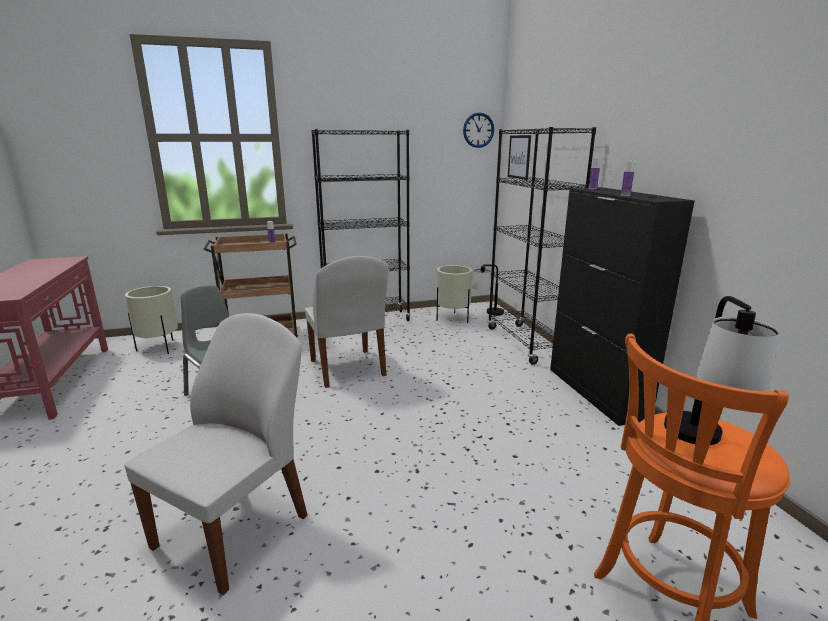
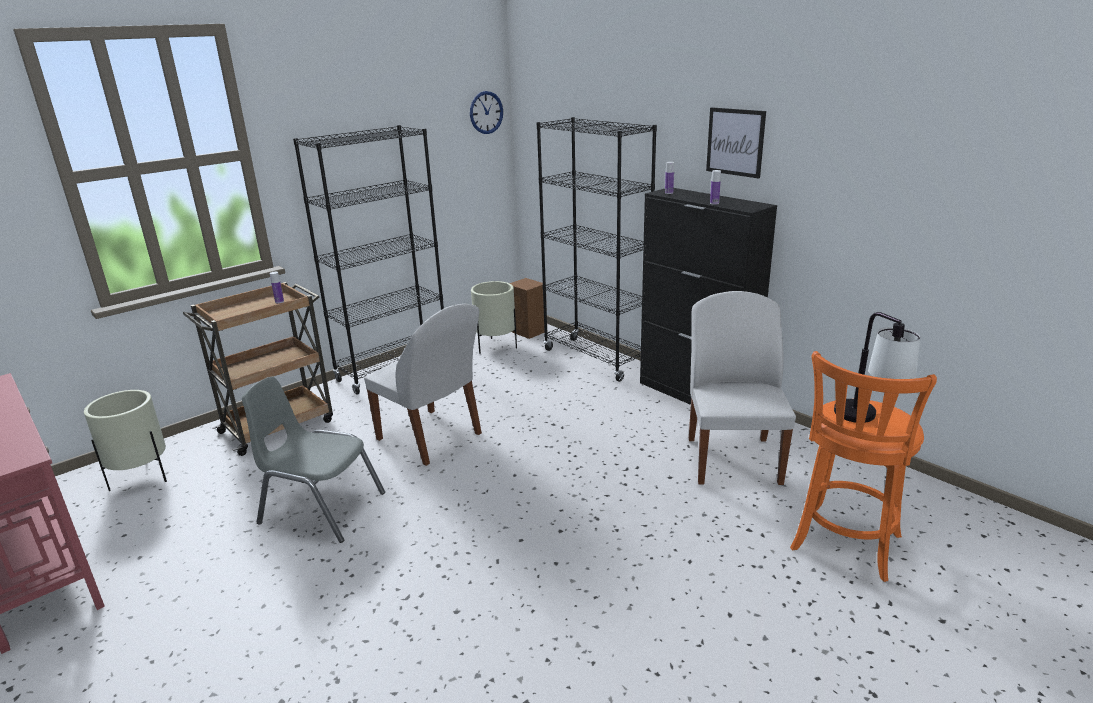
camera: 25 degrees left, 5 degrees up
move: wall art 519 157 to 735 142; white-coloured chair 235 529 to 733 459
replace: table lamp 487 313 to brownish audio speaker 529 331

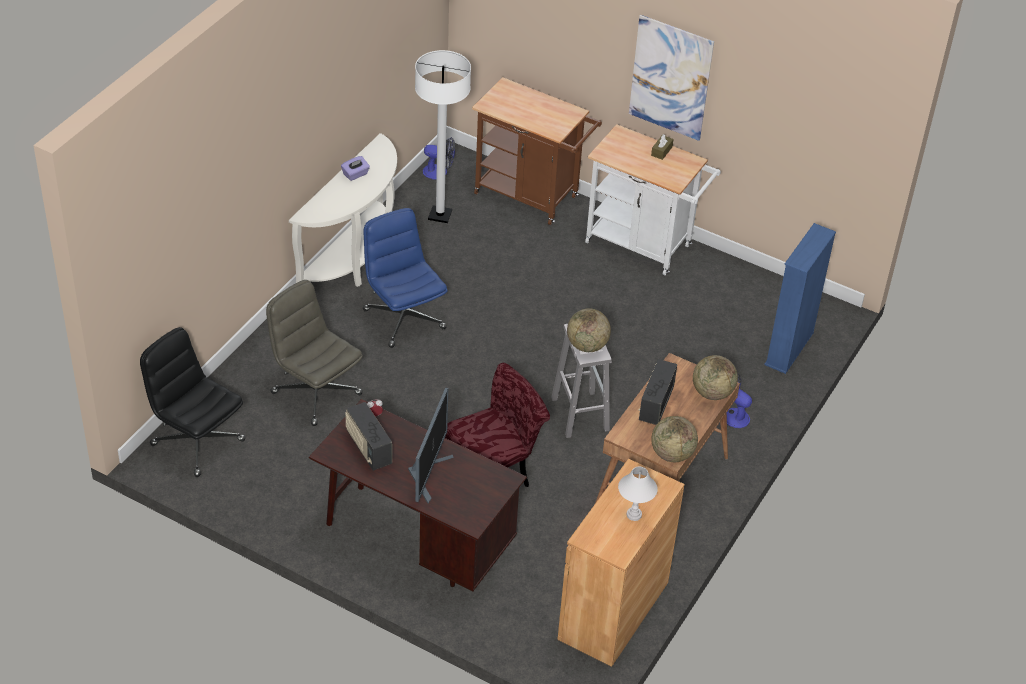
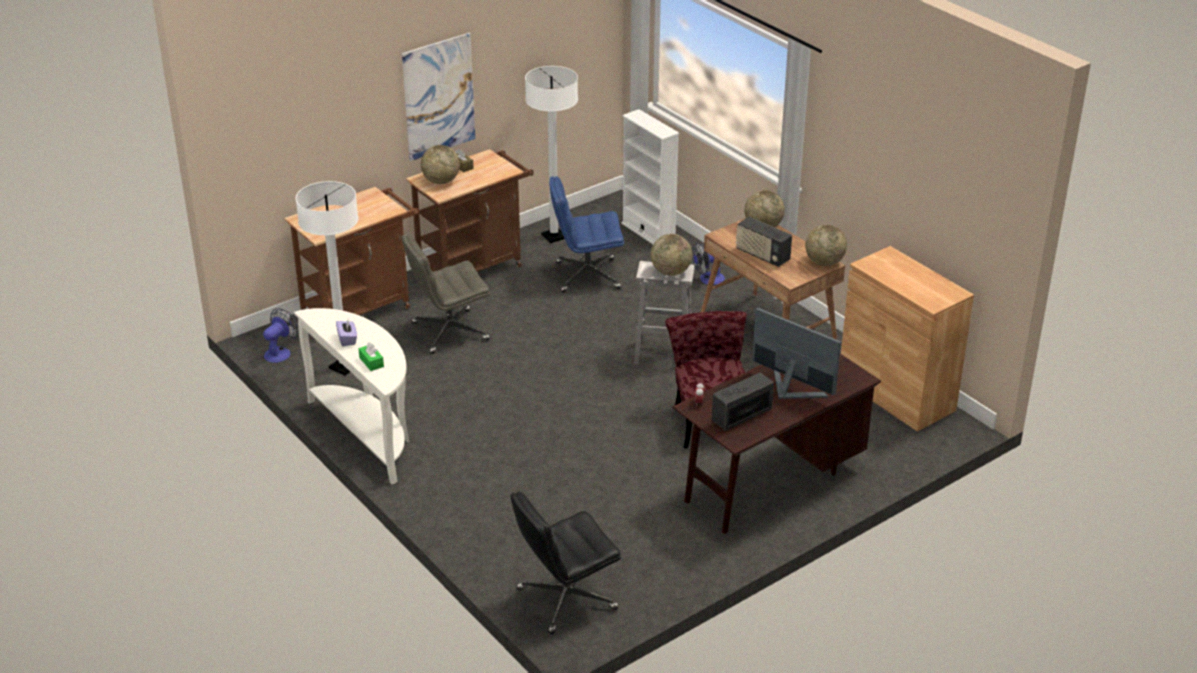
camera: 65 degrees left, 10 degrees down
delete: white-coloured table lamp 634 515
insert: white-coloured standard lamp 554 236; world globe 441 181; greenish tissue holder 371 362
move: blue desk chair 403 318 to 586 276; greyish desk chair 315 393 to 449 332
recolor: white-coloured trolley 644 246 to brownish trolley 475 267; blue bookshelf 789 349 to white-coloured bookshelf 648 233
rotate: radio 368 448 = 741 415 150 degrees clockwise

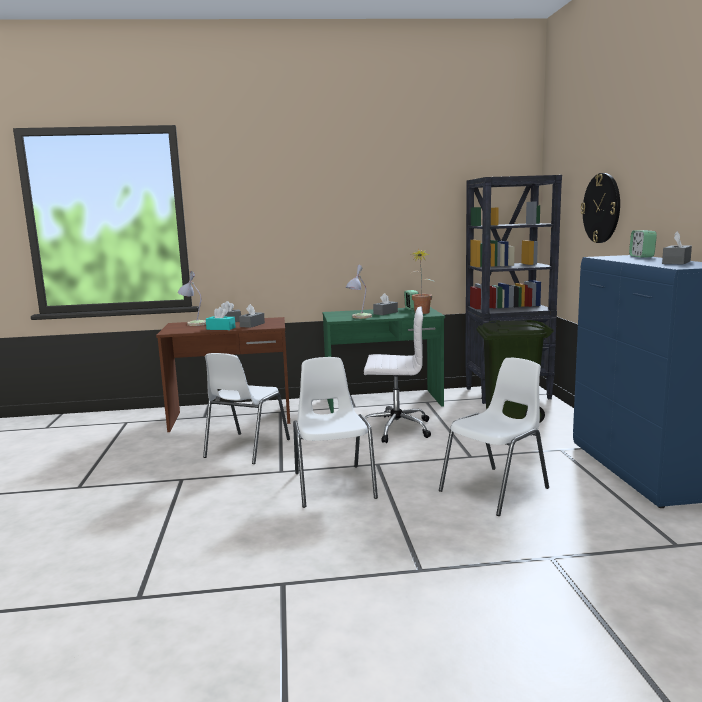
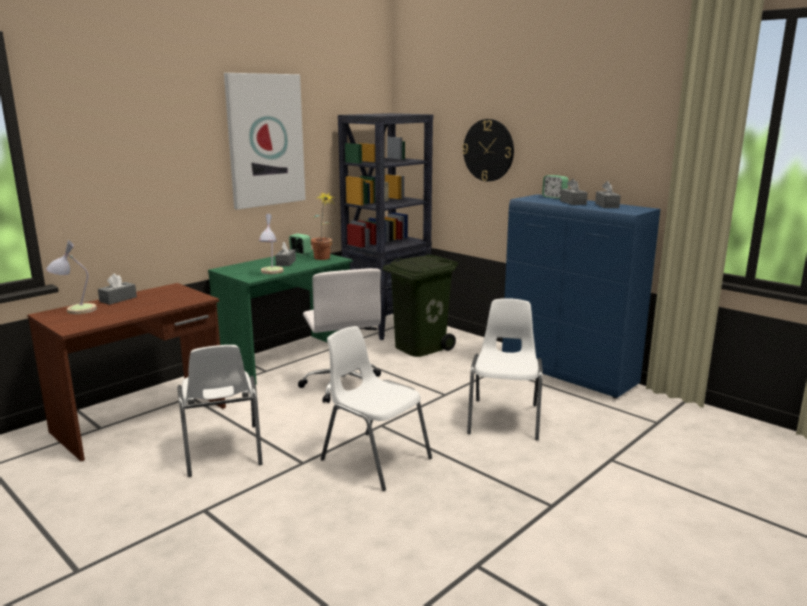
camera: 40 degrees left, 5 degrees up
delete: turquoise tissue holder 221 328
insert: wall art 265 140
move: greyish tissue holder 252 325 to 573 202
rotate: white-coloured desk chair 395 429 = 343 385 105 degrees clockwise

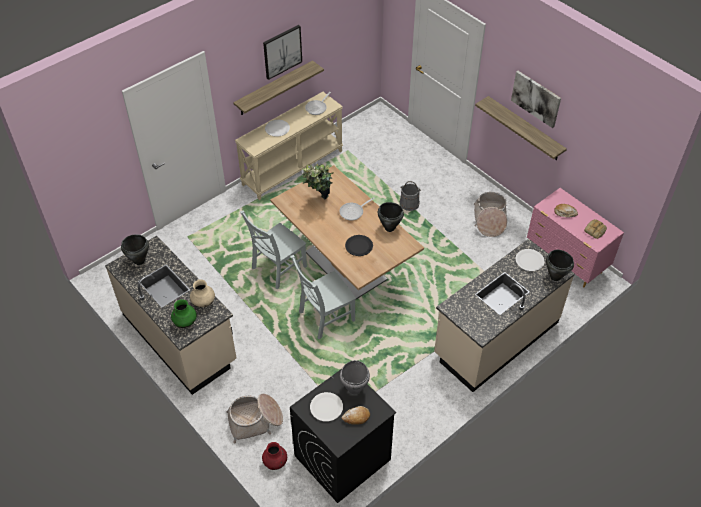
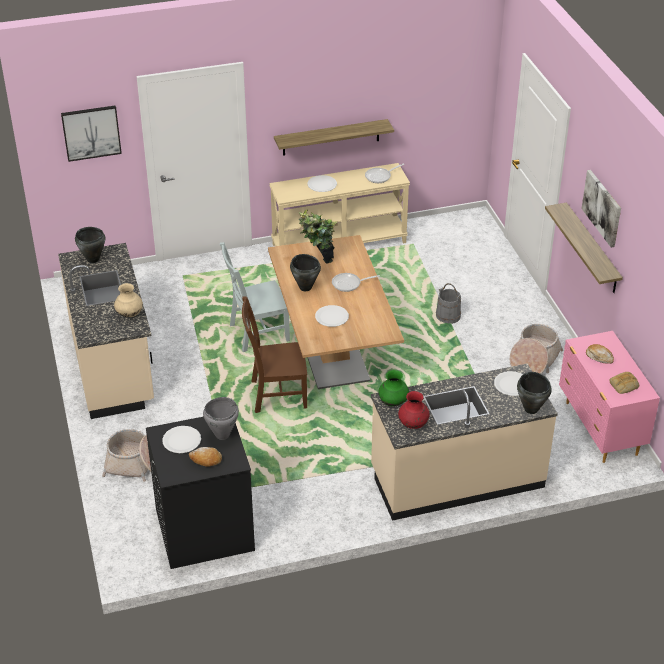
camera: 25 degrees right, 10 degrees down
move: wall art 282 51 to 91 132; black-coloured stockpot 389 228 to 305 287; greenish vase 185 322 to 393 402; red-coloured vase 275 462 to 413 424
recolor: black-coloured plate 359 246 to white-coloured plate 331 317; greyish chair 324 317 to brownish chair 275 394

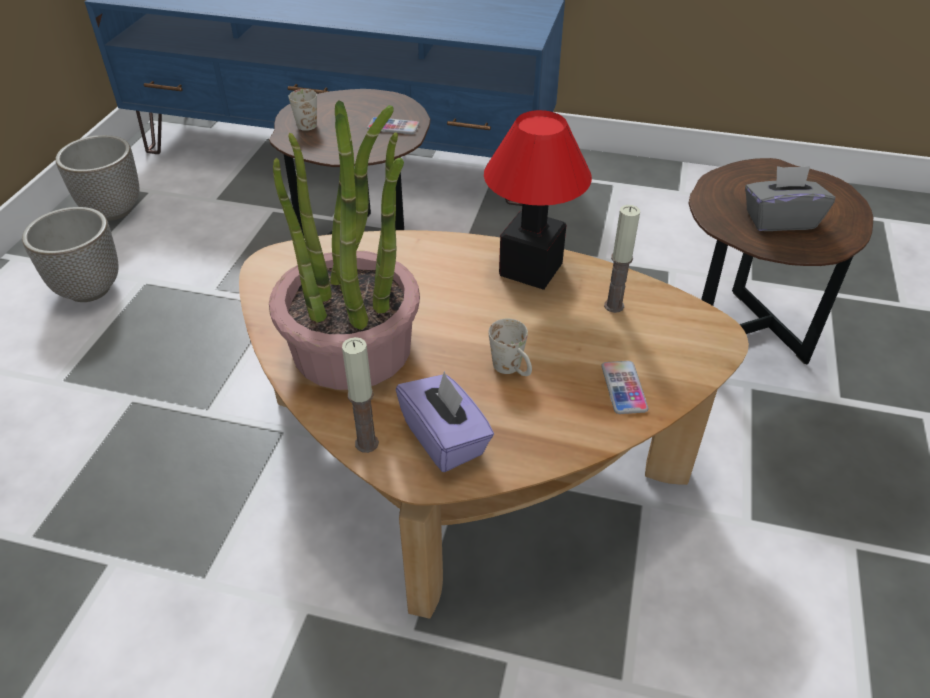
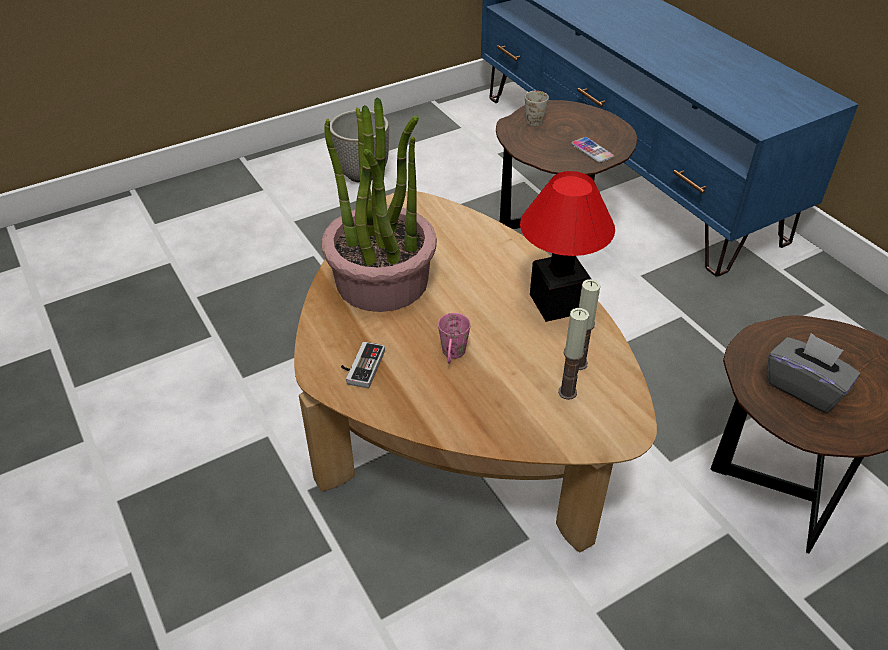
camera: 45 degrees right, 0 degrees up
delete: flower pot 114 210; handset 623 388
move: wax light 366 443 to 567 392
replace: purplish tissue holder 445 439 to gamepad 360 366
recolor: white-coloured coffee mug 512 370 to pinkish coffee mug 453 356

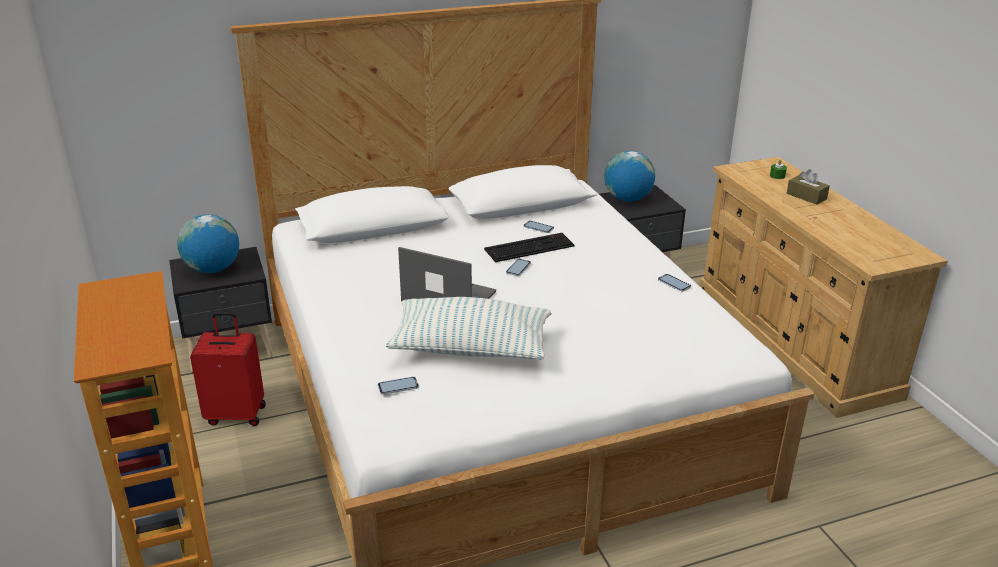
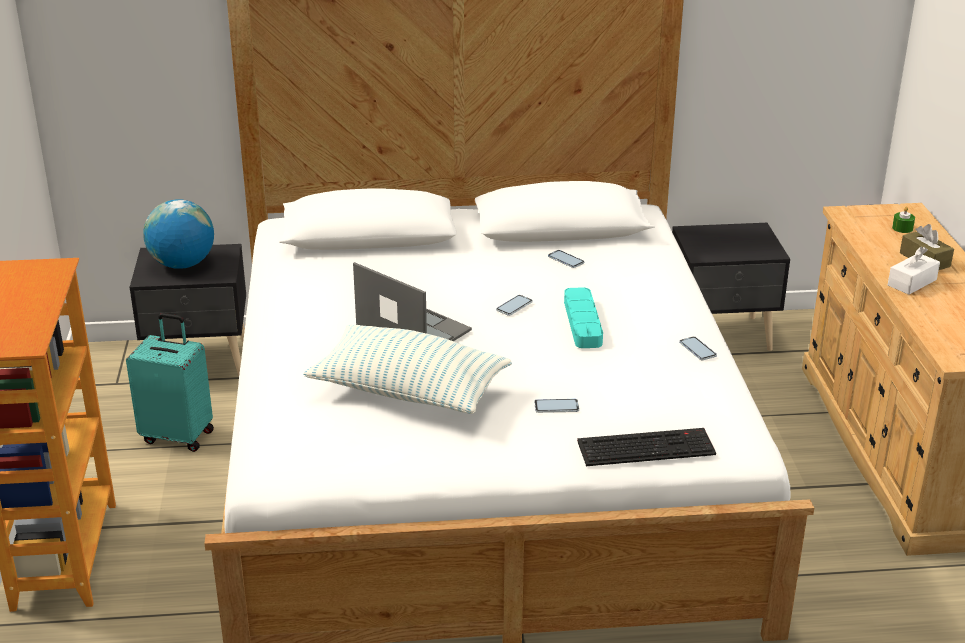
camera: 15 degrees right, 0 degrees up
delete: world globe 627 199
insert: white-coloured tissue holder 912 282; turquoise serving tray 582 322
move: PC keyboard 529 247 to 647 447; handset 398 386 to 556 407
recolor: red-coloured piece of luggage 236 414 to turquoise piece of luggage 178 435

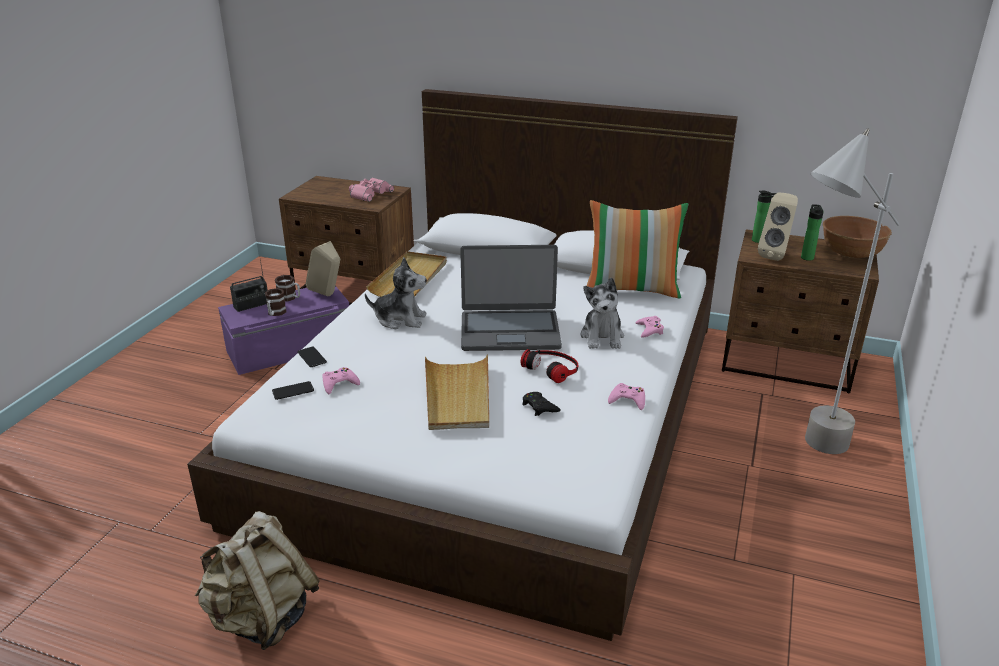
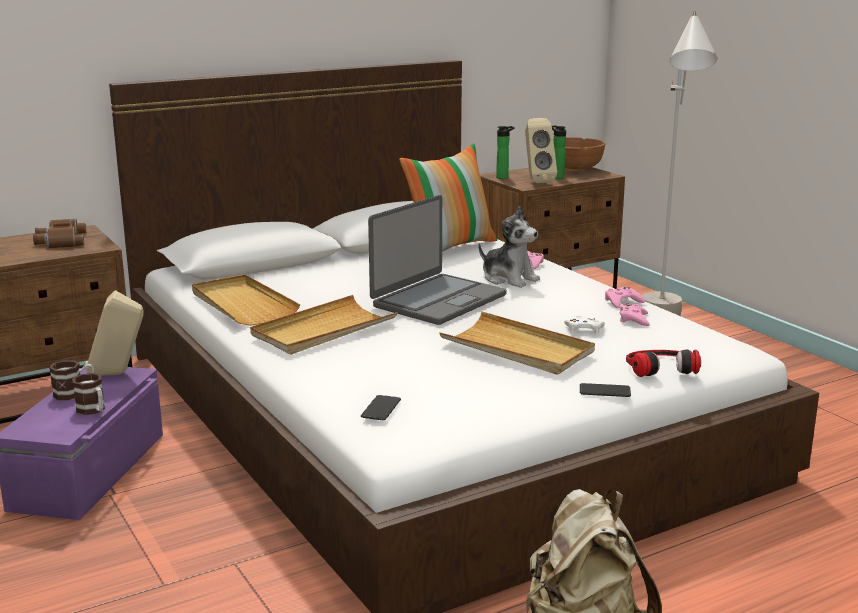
camera: 50 degrees left, 10 degrees down
delete: radio 251 305
move: handset 312 357 to 605 391; pair of headphones 552 368 to 659 367; pinkish gamepad 339 384 to 633 319
replace: plush toy 400 319 to beige serving tray 323 330
recolor: pinkish field glasses 369 193 to brownish field glasses 60 240; black-coloured gamepad 539 407 to white-coloured gamepad 584 329

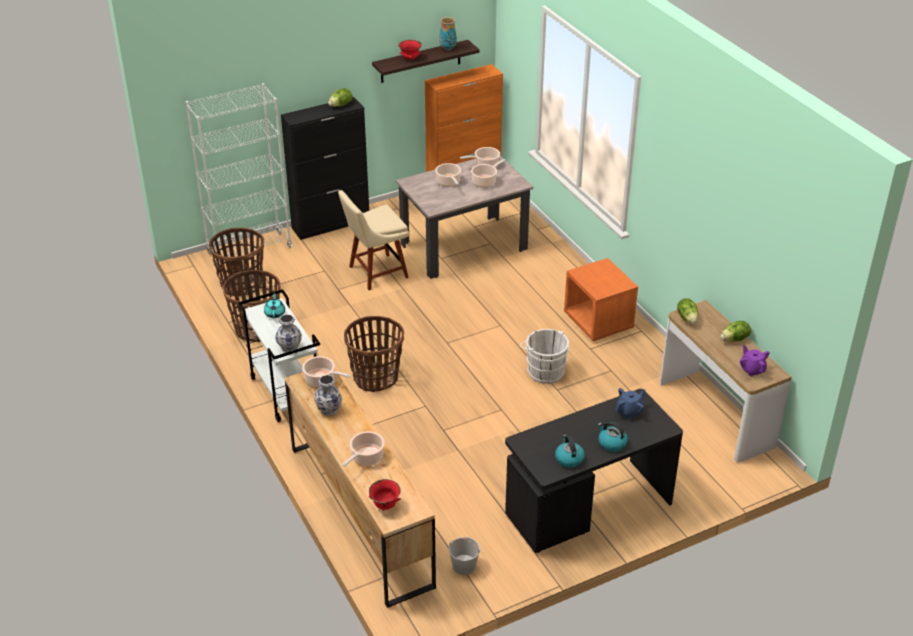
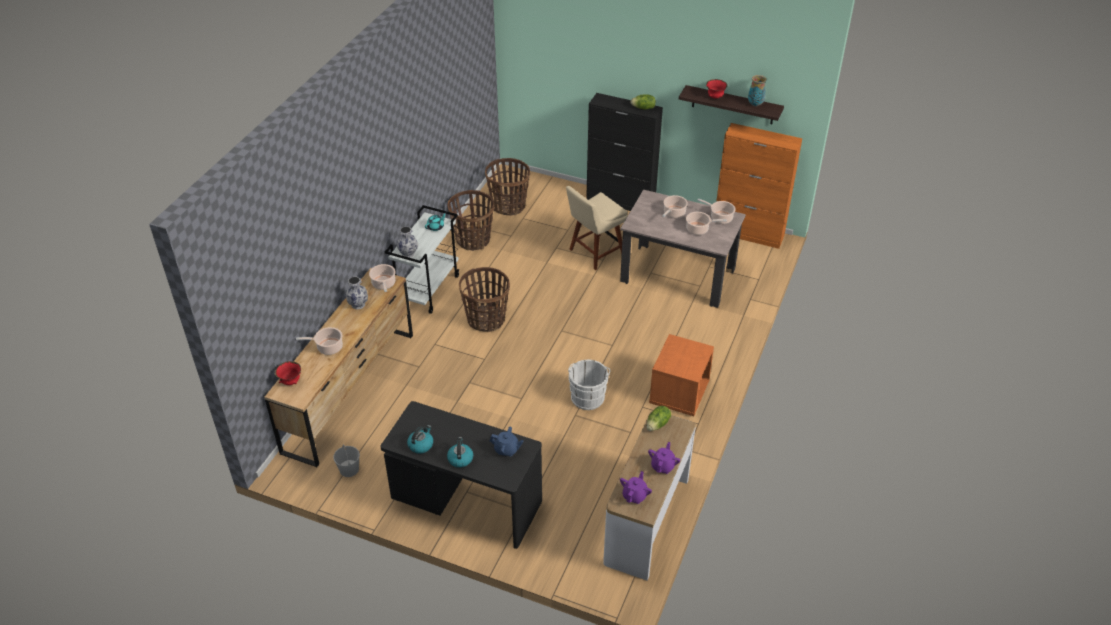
camera: 50 degrees right, 5 degrees up
delete: white-coloured bookshelf 249 250
replace: lettuce 735 339 to purplish tea pot 663 466
rotate: beige chair 375 273 = 594 253 60 degrees counterclockwise

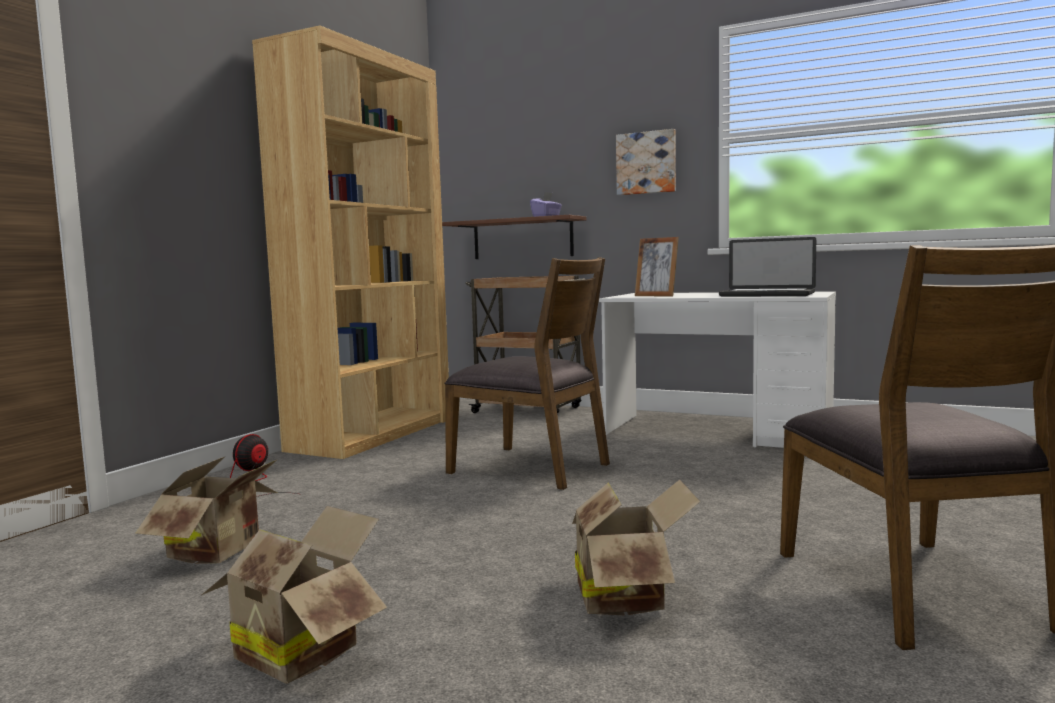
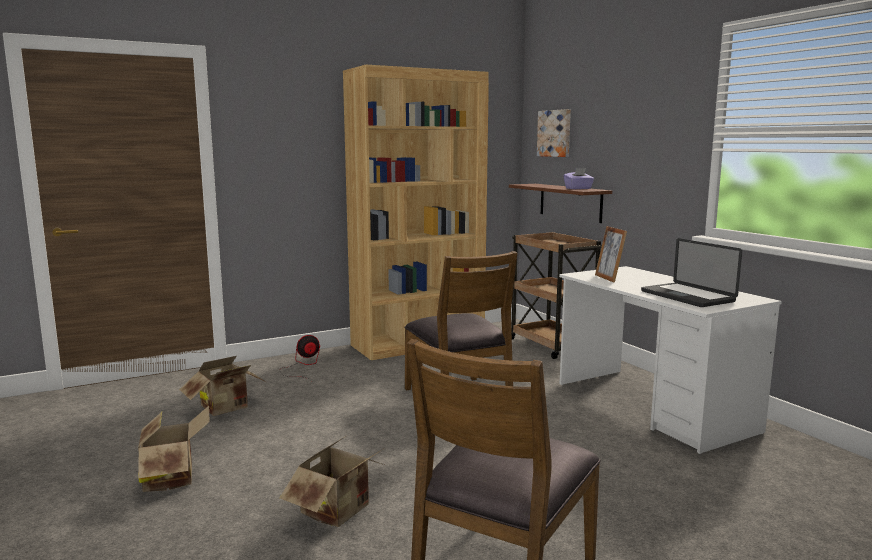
camera: 35 degrees right, 5 degrees up
move: wall art 646 163 to 555 133

